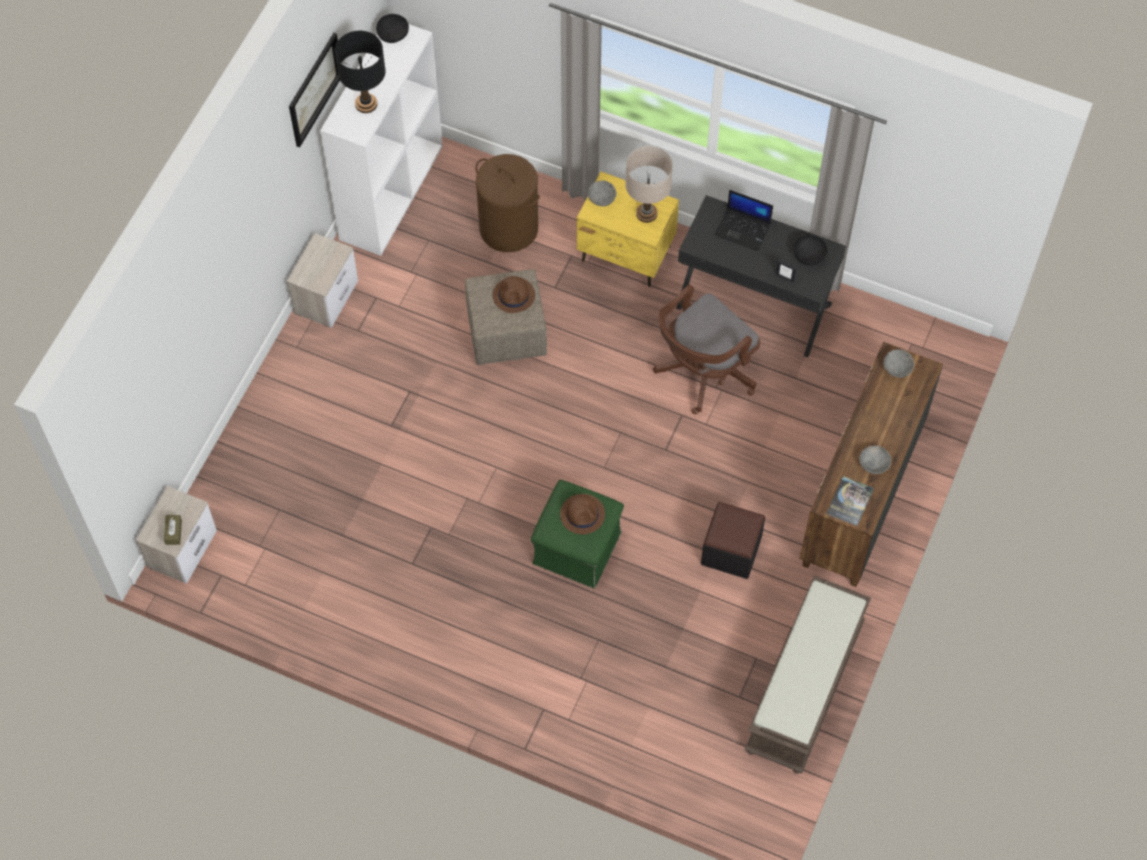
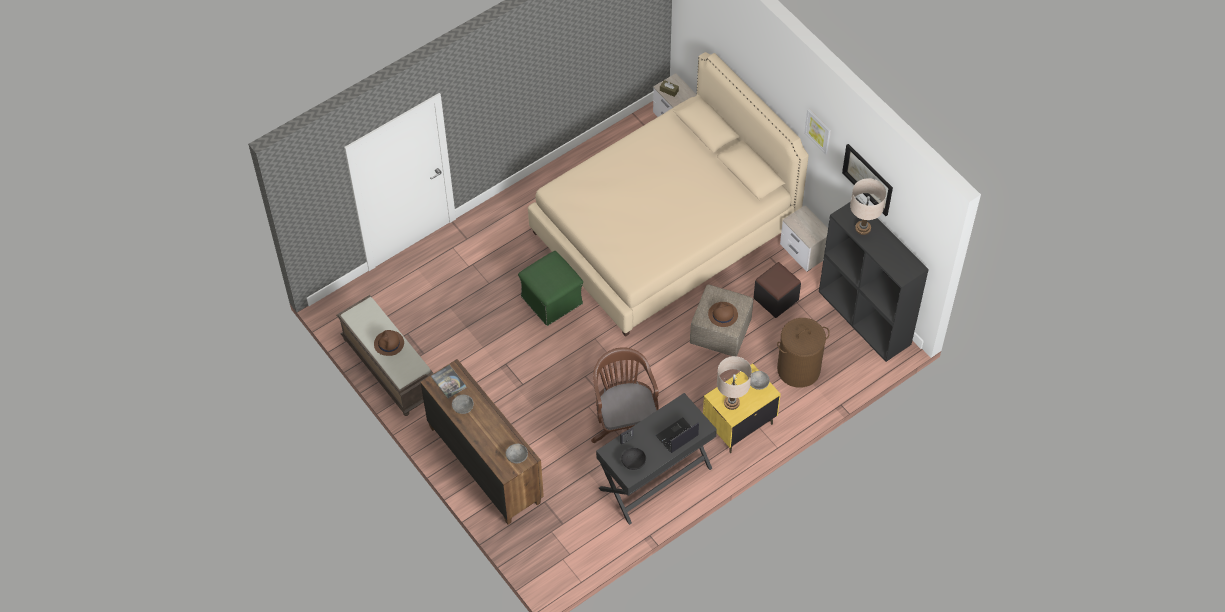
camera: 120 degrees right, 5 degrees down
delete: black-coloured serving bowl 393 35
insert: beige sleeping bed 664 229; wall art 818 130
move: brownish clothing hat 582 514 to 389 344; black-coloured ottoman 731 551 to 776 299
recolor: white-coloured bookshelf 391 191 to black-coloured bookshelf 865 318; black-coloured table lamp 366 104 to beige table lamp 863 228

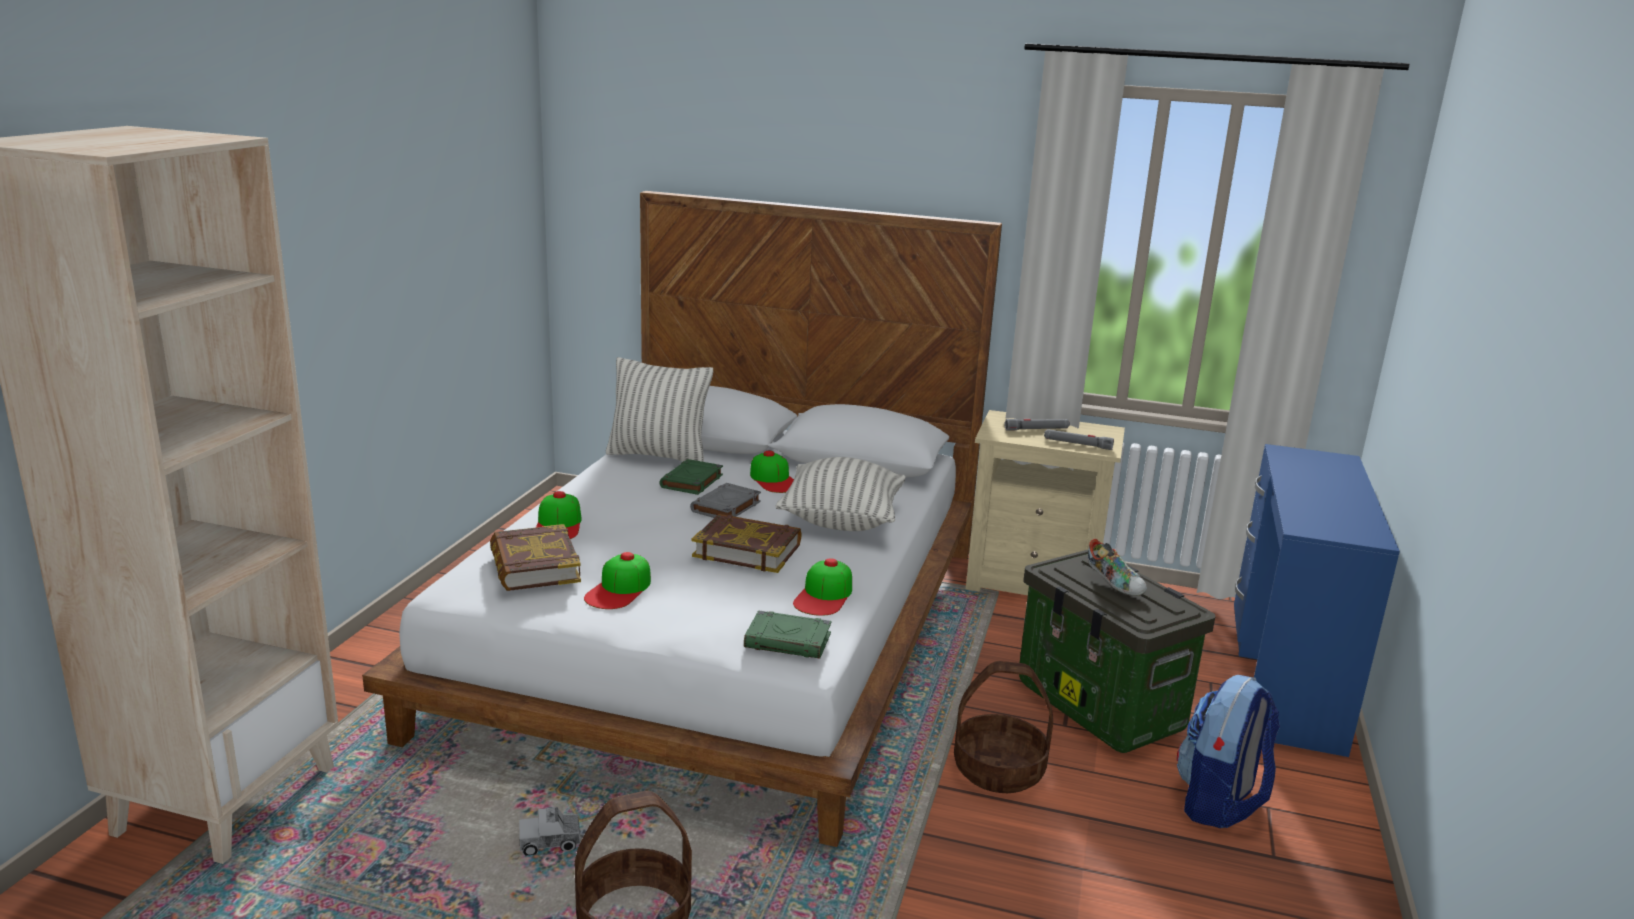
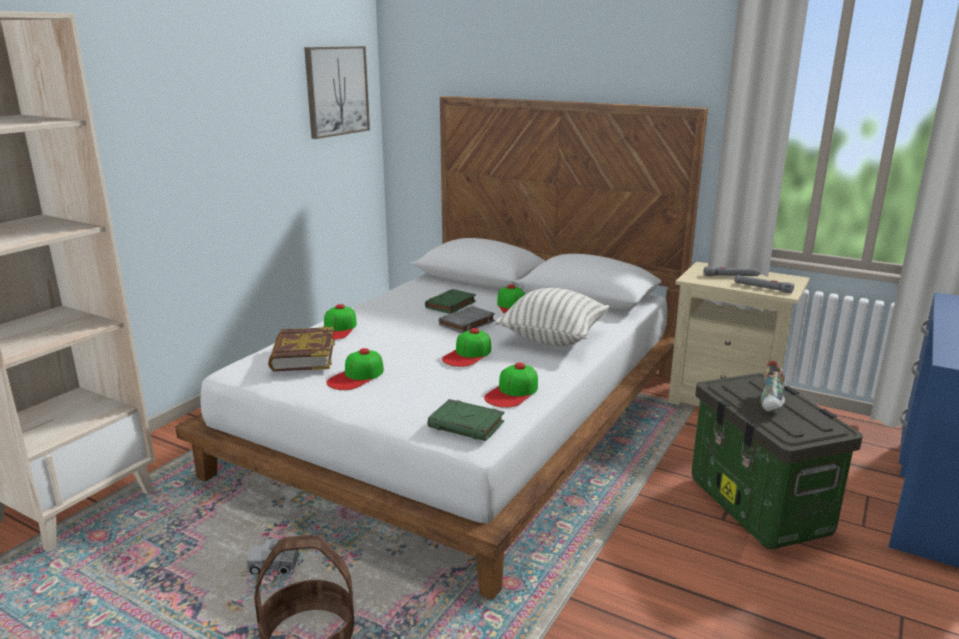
camera: 15 degrees right, 0 degrees up
delete: throw pillow 659 456; household basket 999 770; backpack 1219 803
insert: wall art 336 91
replace: bound book 747 550 to cap 468 354
rotate: shoe 1114 583 = 772 401 45 degrees clockwise

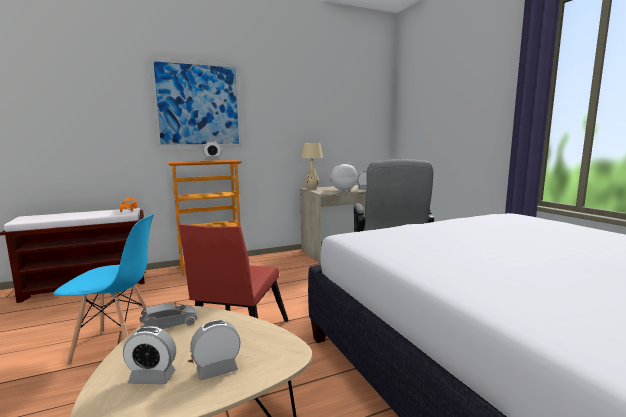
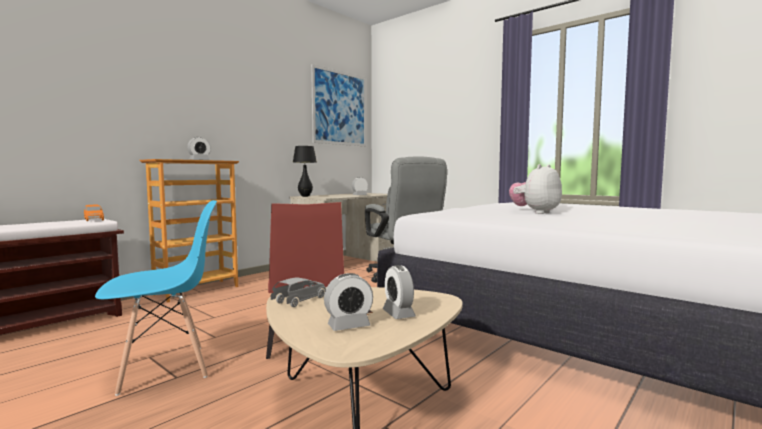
camera: 25 degrees left, 5 degrees down
move: wall art 198 105 to 340 108; plush toy 342 191 to 535 212
recolor: beige table lamp 312 189 to black-coloured table lamp 305 196
rotate: bedside clock 217 370 = 398 314 60 degrees counterclockwise

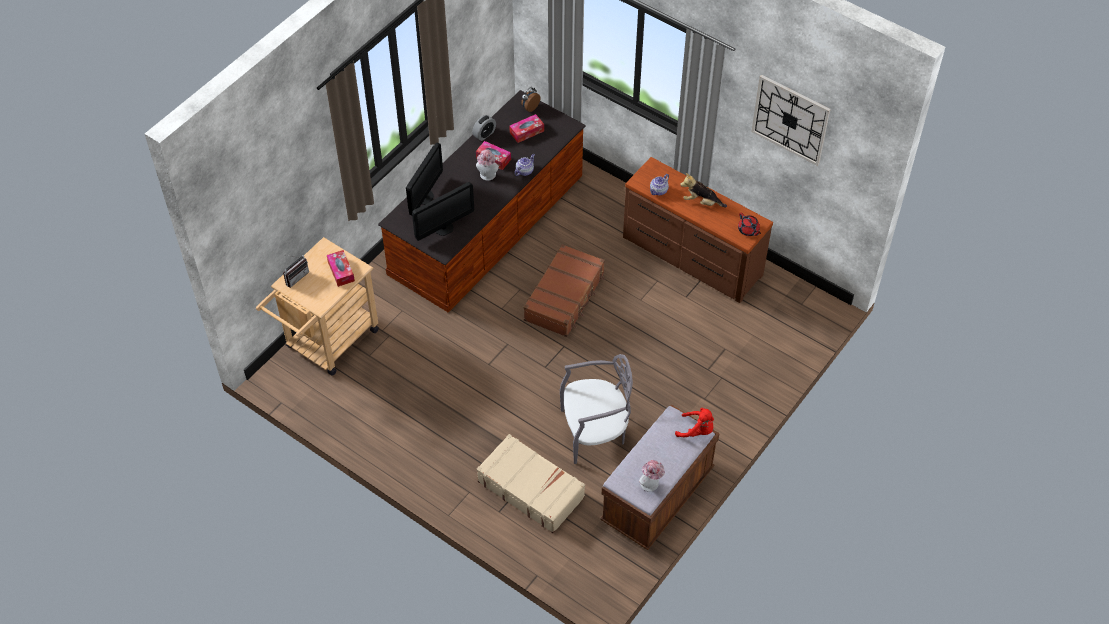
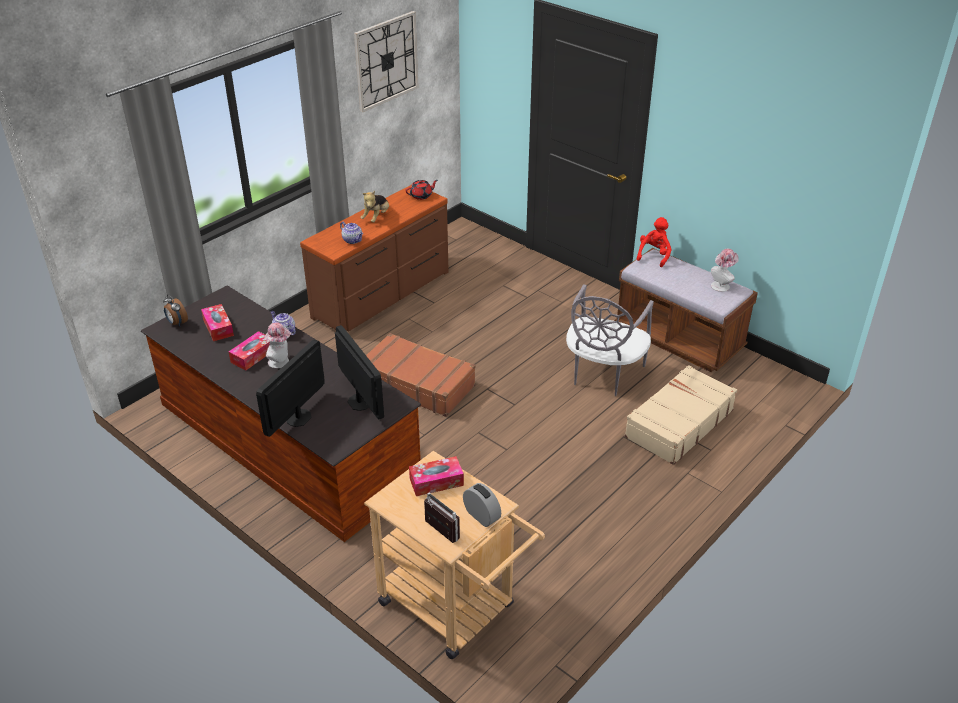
camera: 85 degrees left, 15 degrees down
move: bedside clock 484 134 to 481 516
rotate: monitor 425 197 = 298 418 90 degrees counterclockwise; greyish chair 594 432 = 603 374 150 degrees counterclockwise

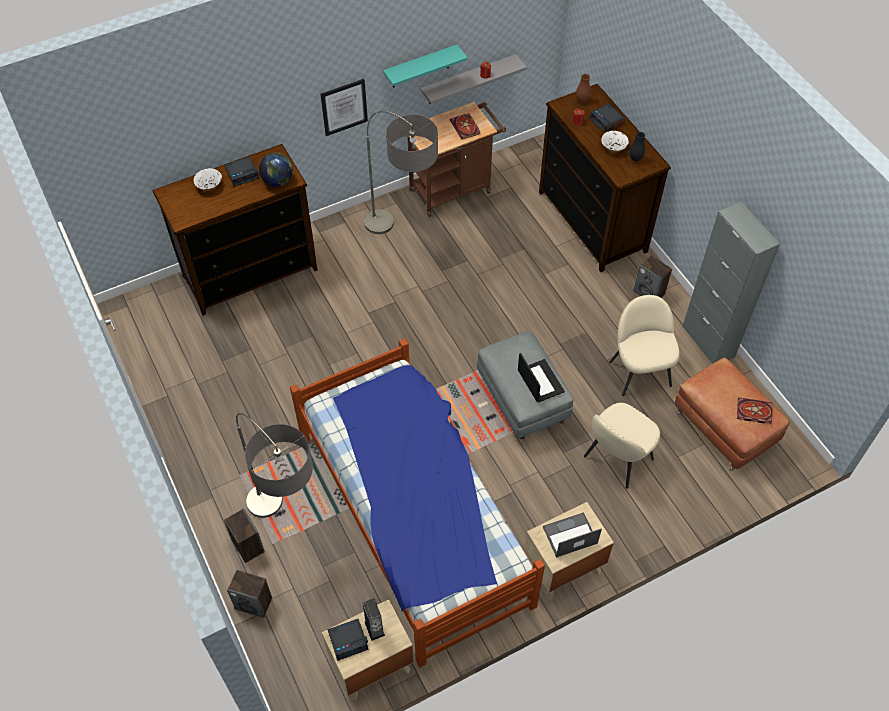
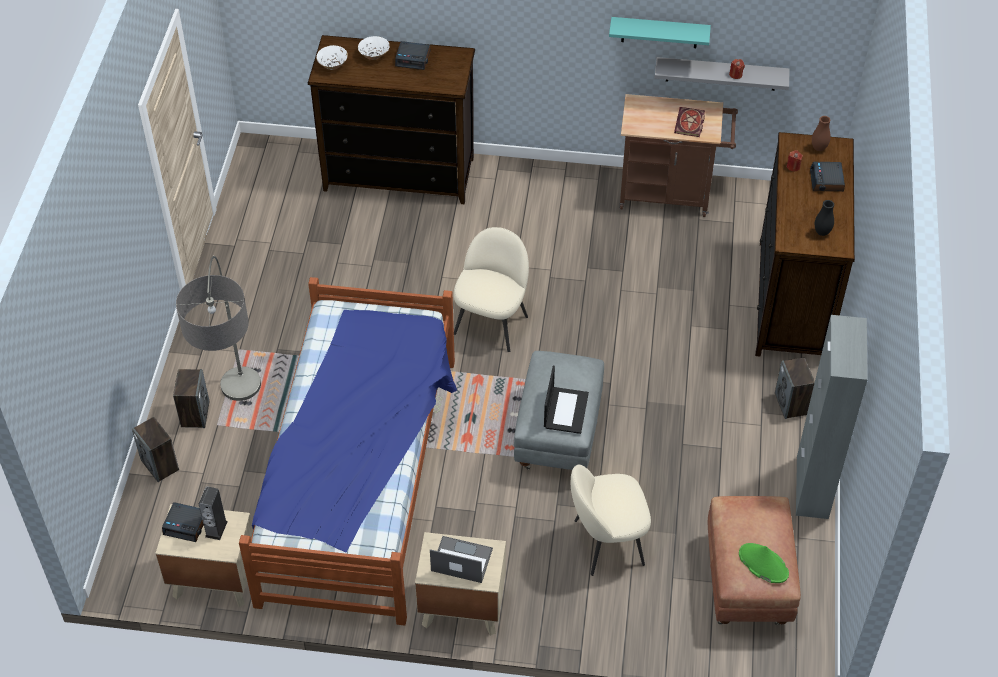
camera: 35 degrees right, 5 degrees down
delete: wall art 344 107; standard lamp 403 243; world globe 278 181
move: white-coloured serving bowl 613 148 to 333 65; beige chair 639 372 to 492 323
replace: bound book 753 412 to greenish clothing hat 763 563

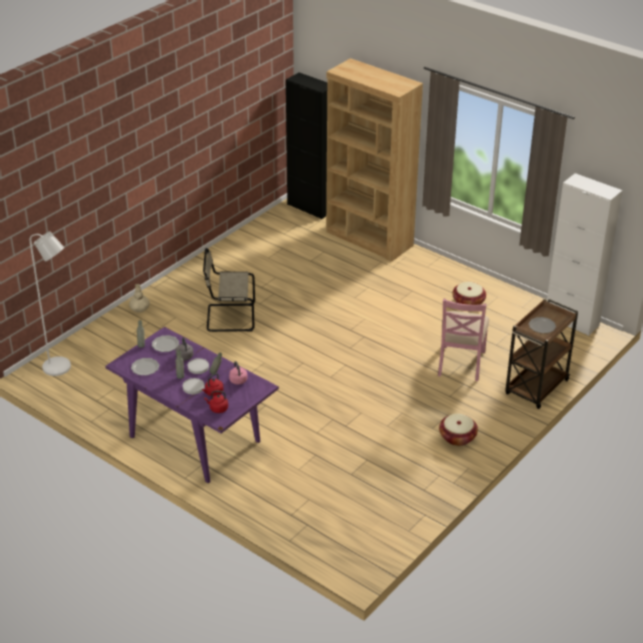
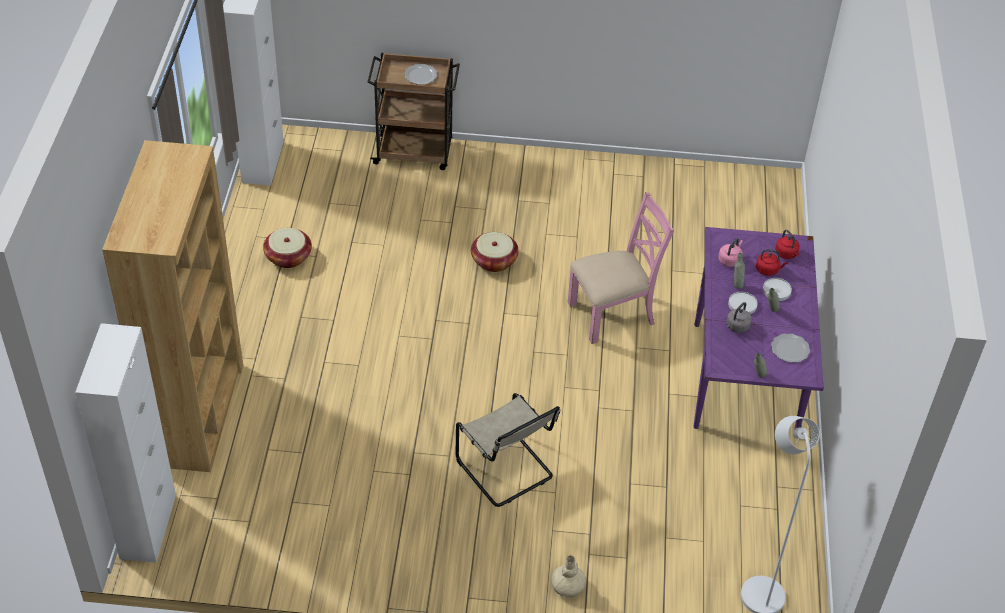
camera: 125 degrees left, 10 degrees up
delete: plate 165 345
move: pinkish chair 460 363 to 612 313; household basket 457 437 to 494 261
recolor: black-coloured cupboard 310 208 to white-coloured cupboard 148 526

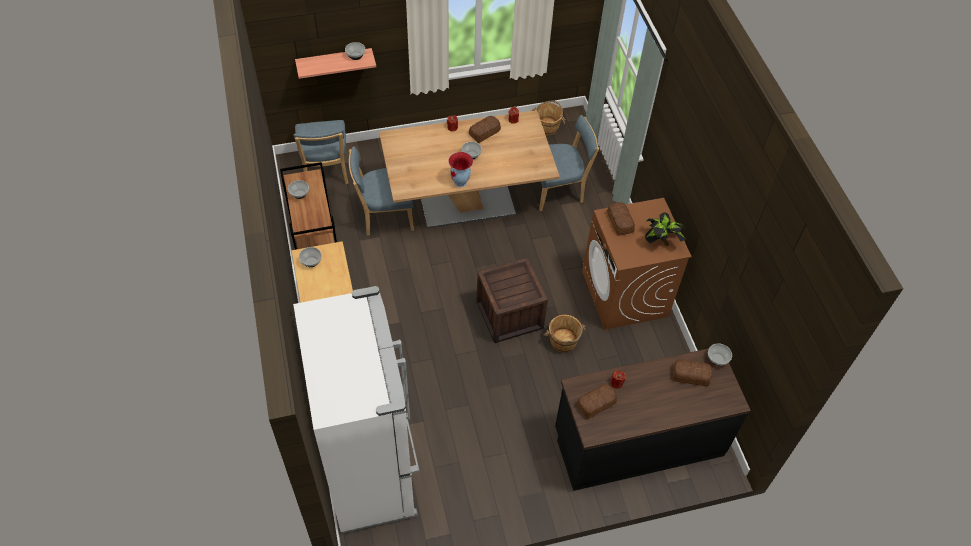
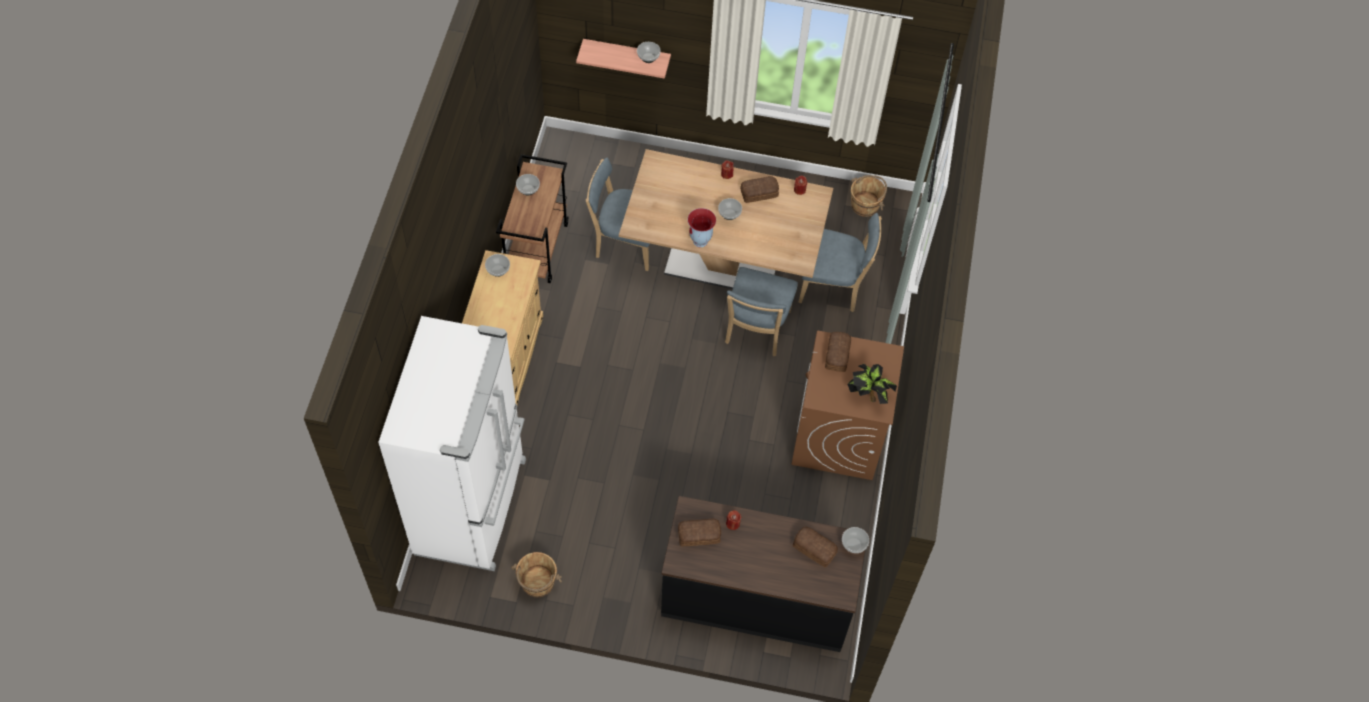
camera: 25 degrees right, 5 degrees up
delete: crate 509 315
move: blue chair 325 172 to 756 330; brownish bucket 563 341 to 537 583

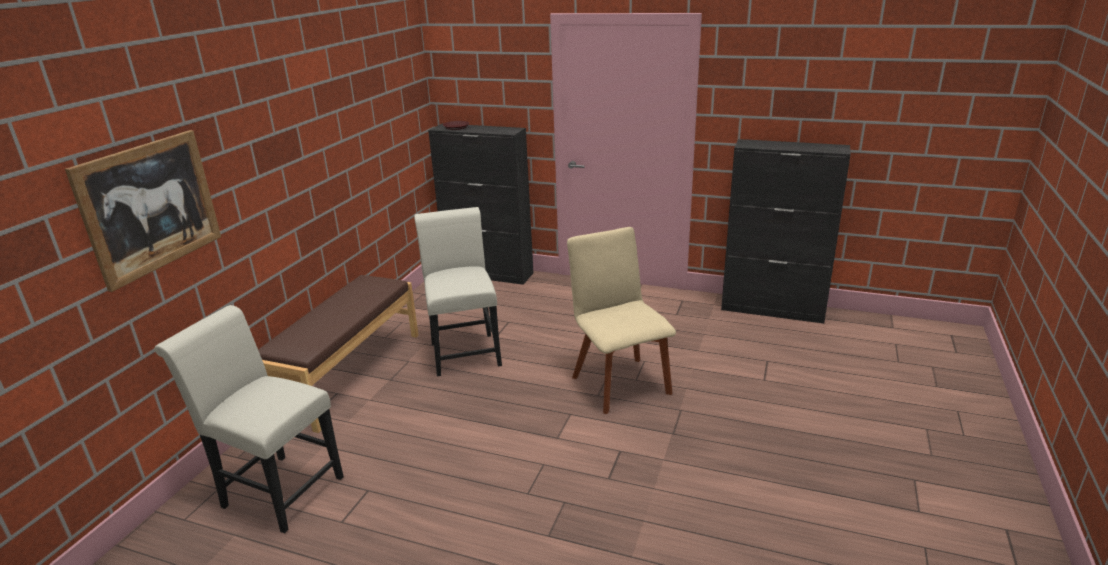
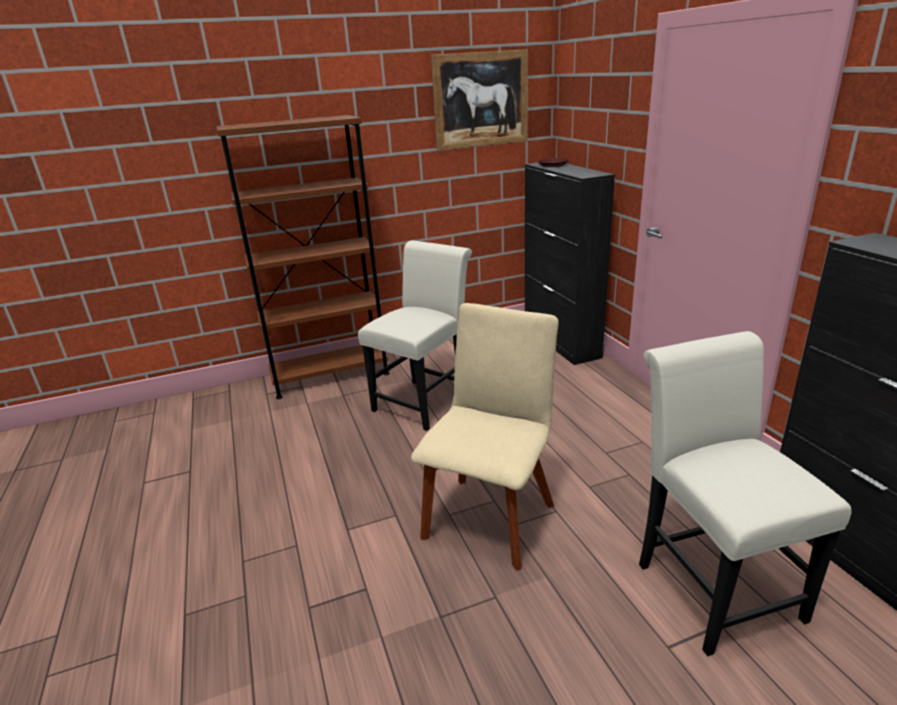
camera: 50 degrees right, 0 degrees up
move: wall art 150 206 to 481 100; white-coloured chair 276 489 to 710 583
replace: brownish bench 347 374 to brownish bookshelf 330 375

